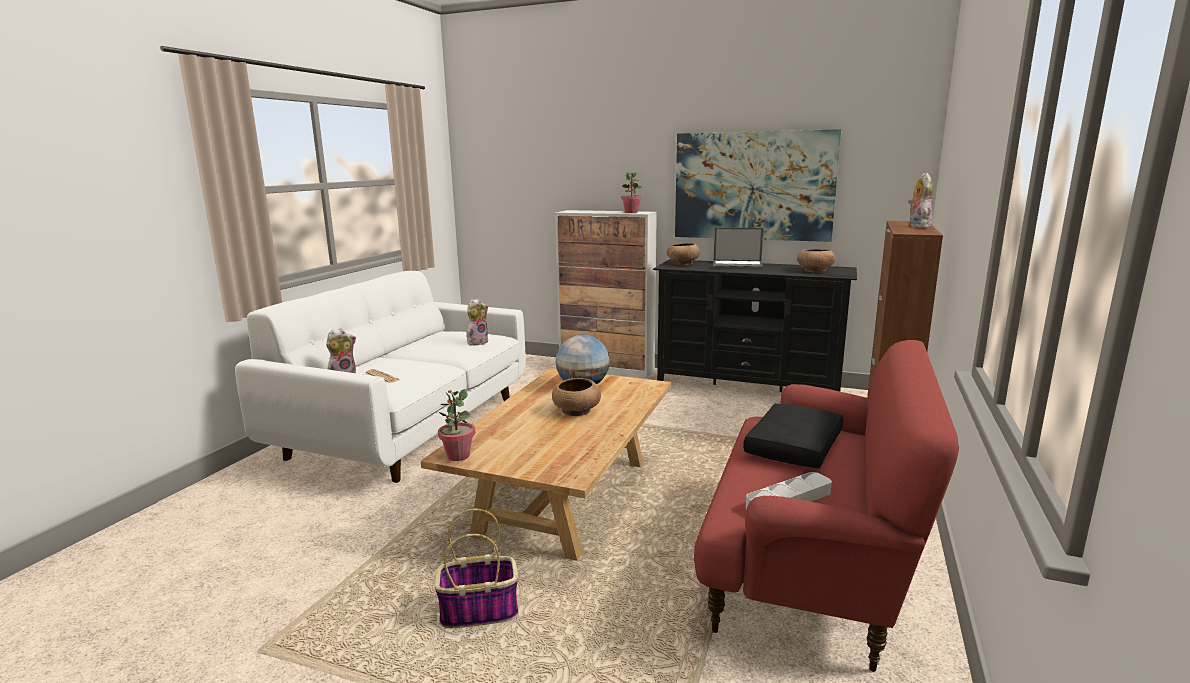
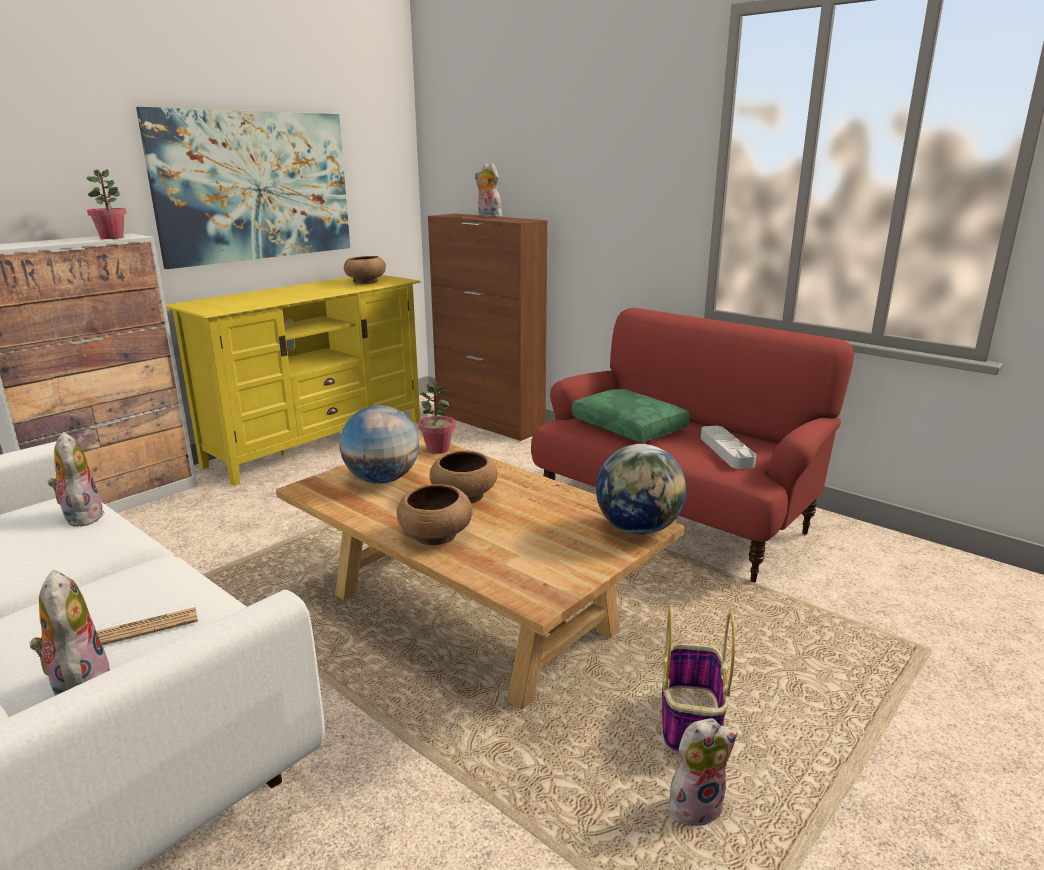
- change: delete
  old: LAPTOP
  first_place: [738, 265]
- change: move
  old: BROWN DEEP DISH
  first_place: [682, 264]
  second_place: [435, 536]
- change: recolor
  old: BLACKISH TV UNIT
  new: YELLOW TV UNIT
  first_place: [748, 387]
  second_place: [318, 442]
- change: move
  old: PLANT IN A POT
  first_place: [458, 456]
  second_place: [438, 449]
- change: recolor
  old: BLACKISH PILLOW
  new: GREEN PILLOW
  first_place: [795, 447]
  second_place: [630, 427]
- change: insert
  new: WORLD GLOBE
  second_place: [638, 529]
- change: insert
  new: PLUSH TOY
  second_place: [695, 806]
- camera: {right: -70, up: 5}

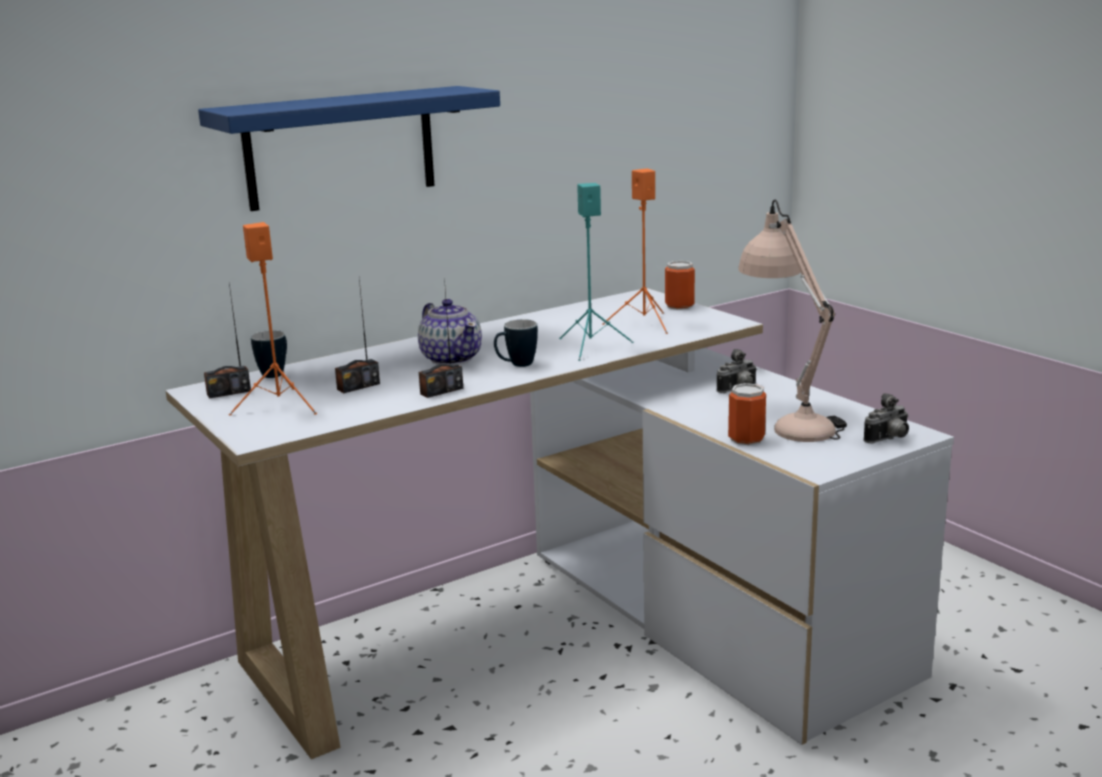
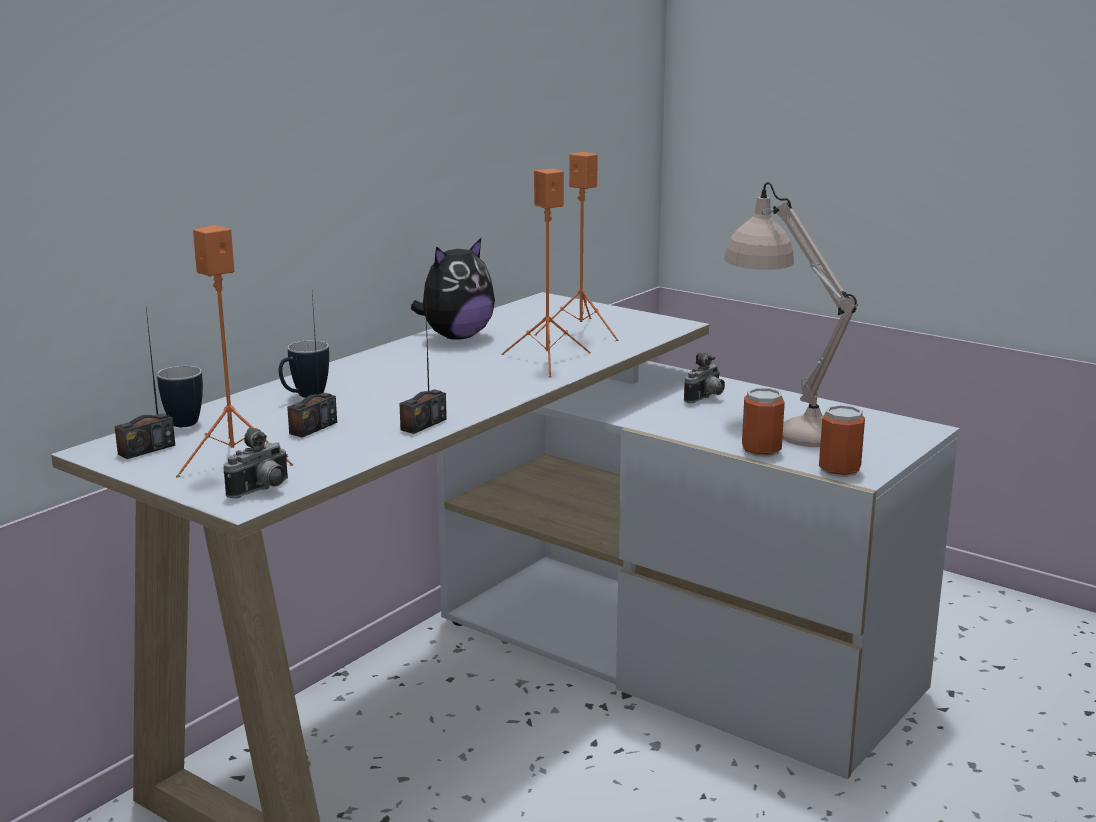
- change: delete
  old: BLUE BRACKET SHELF
  first_place: [340, 147]
- change: recolor
  old: TURQUOISE LOUDSPEAKER
  new: ORANGEY LOUDSPEAKER
  first_place: [590, 347]
  second_place: [548, 361]
- change: move
  old: CAN
  first_place: [679, 306]
  second_place: [839, 470]
- change: delete
  old: TEA POT
  first_place: [451, 358]
- change: move
  old: COFFEE MUG
  first_place: [516, 365]
  second_place: [304, 397]
- change: move
  old: PHOTO CAMERA
  first_place: [889, 439]
  second_place: [262, 490]
- change: insert
  new: PLUSH TOY
  second_place: [456, 337]
- camera: {right: -20, up: 0}

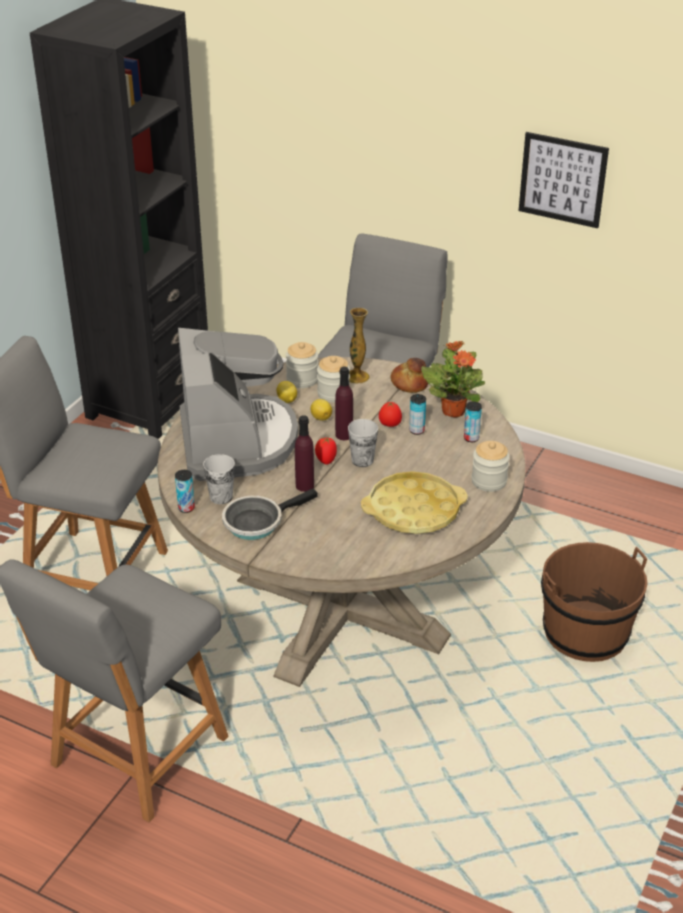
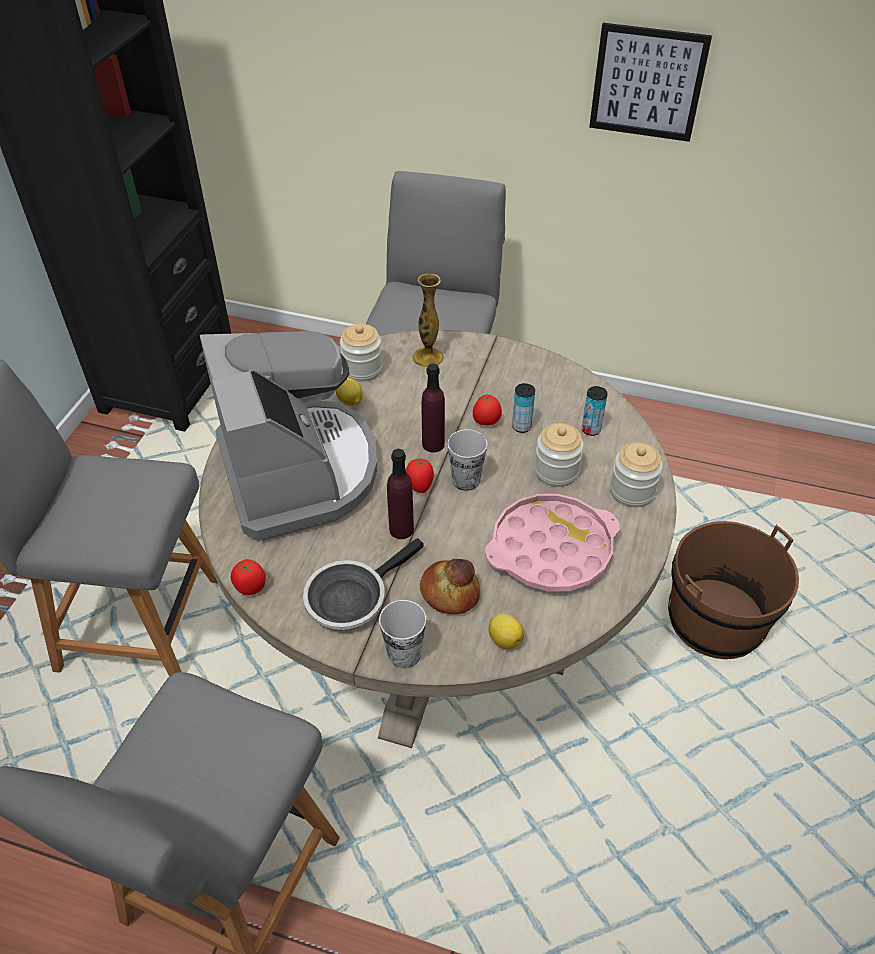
- change: delete
  old: PLANT IN A POT
  first_place: [453, 410]
- change: move
  old: STORAGE JAR
  first_place: [333, 394]
  second_place: [556, 471]
- change: move
  old: BAKED BREAD
  first_place: [409, 383]
  second_place: [450, 592]
- change: move
  old: LEMON
  first_place: [321, 417]
  second_place: [504, 639]
- change: move
  old: DRINKING CUP
  first_place: [221, 497]
  second_place: [404, 654]
- change: replace
  old: CAN
  new: WHOLE TOMATO
  first_place: [186, 508]
  second_place: [250, 588]
- change: recolor
  old: YELLOW TRAY
  new: PINKISH TRAY
  first_place: [413, 510]
  second_place: [551, 549]
- camera: {right: -10, up: 10}

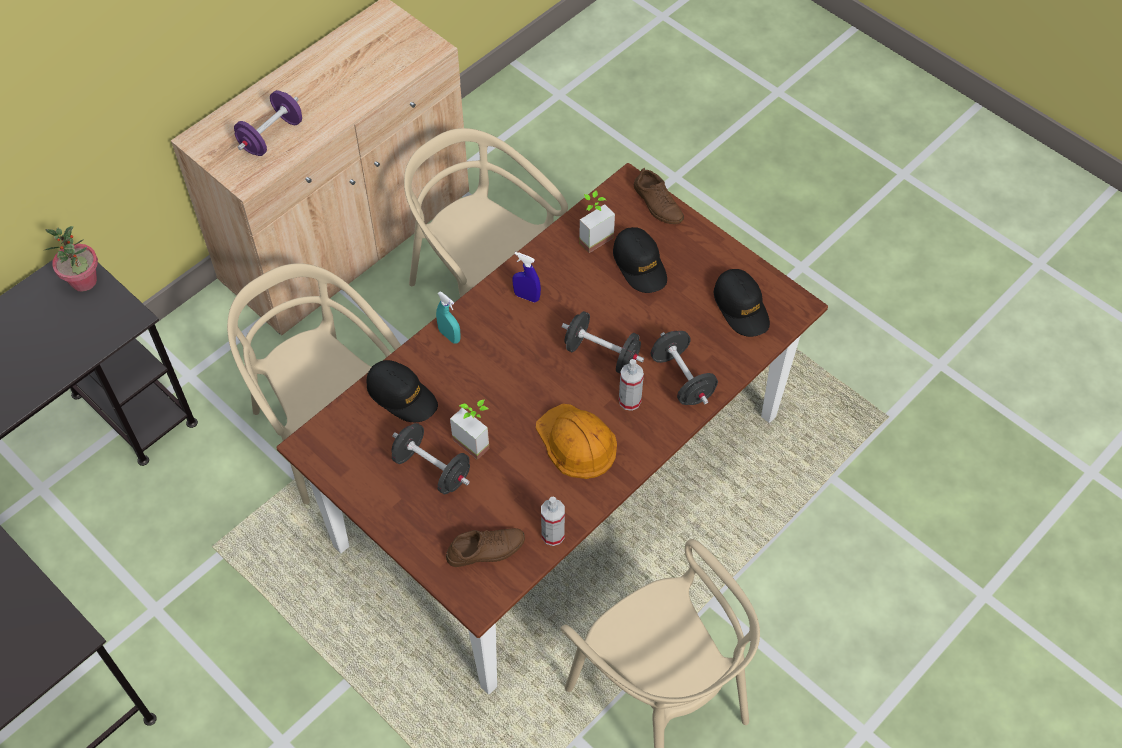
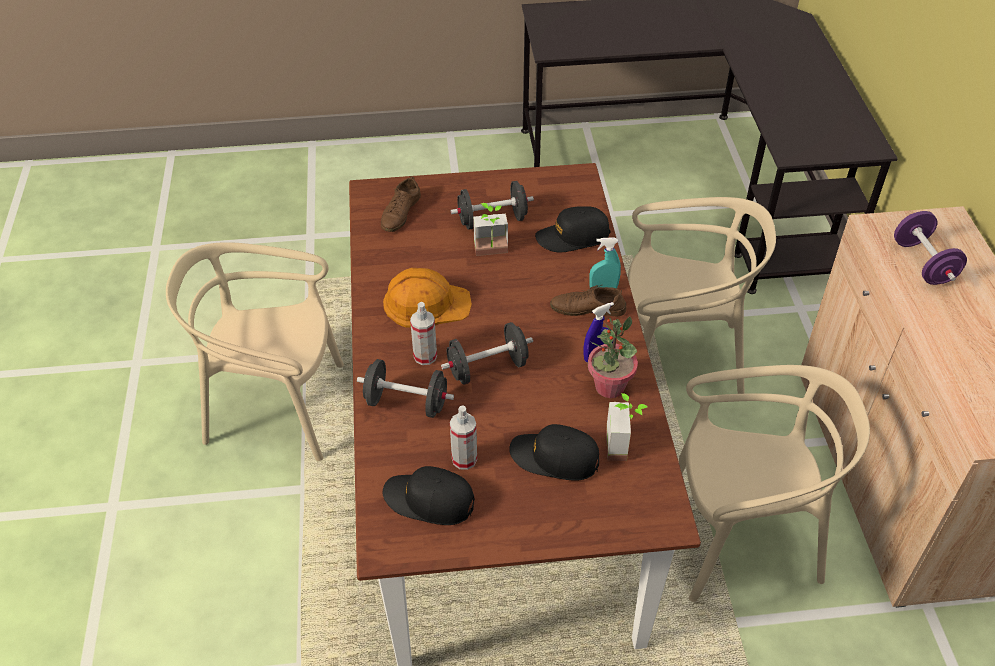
- change: move
  old: BROWN ITEM OF FOOTWEAR
  first_place: [657, 203]
  second_place: [588, 308]
- change: move
  old: PLANT IN A POT
  first_place: [84, 281]
  second_place: [609, 387]
- change: move
  old: HAND SPRAYER
  first_place: [553, 535]
  second_place: [464, 459]
- camera: {right: 130, up: -10}

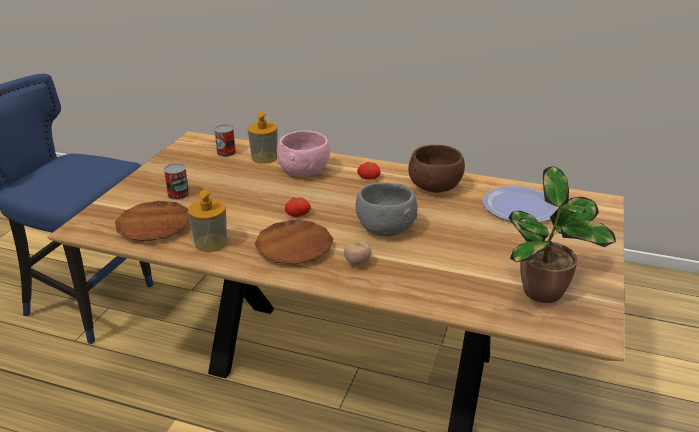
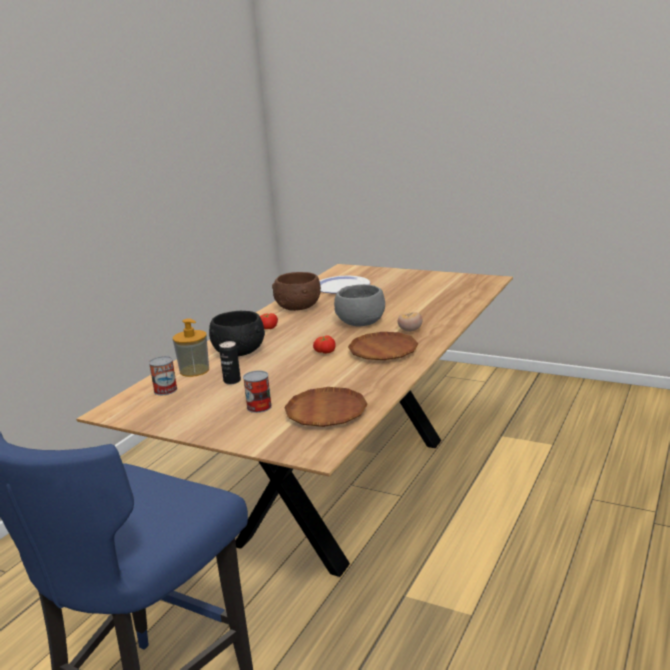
- change: recolor
  old: PINKISH DEEP DISH
  new: BLACKISH DEEP DISH
  first_place: [304, 171]
  second_place: [240, 352]
- change: delete
  old: PLANT IN A POT
  first_place: [544, 293]
- change: delete
  old: SOAP BOTTLE
  first_place: [211, 243]
- change: insert
  new: CAN
  second_place: [232, 381]
- camera: {right: -80, up: -10}

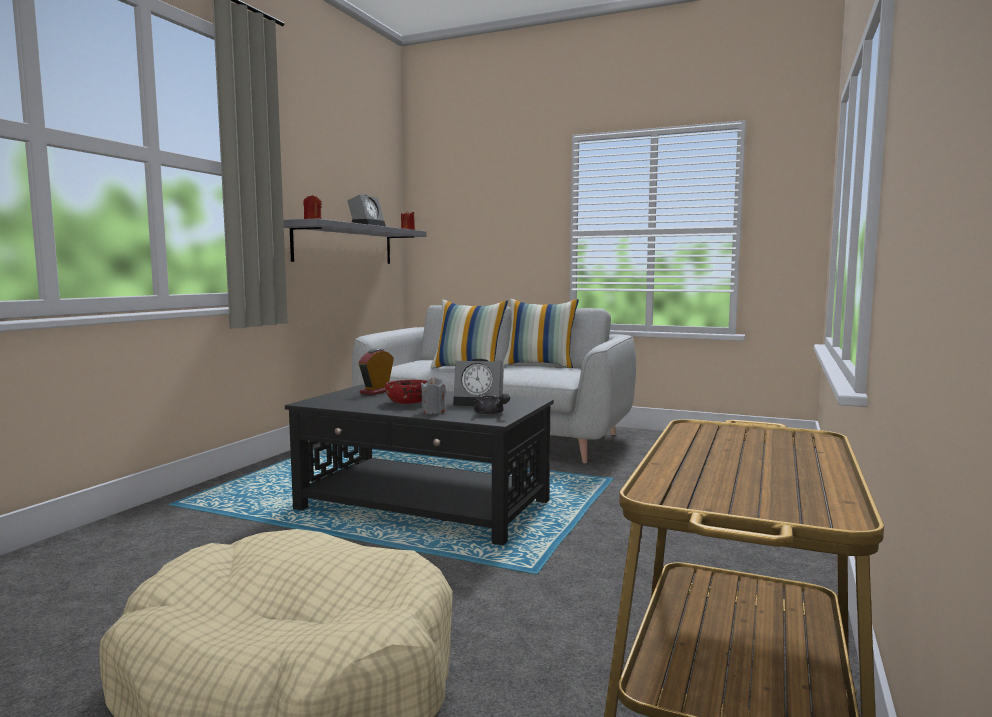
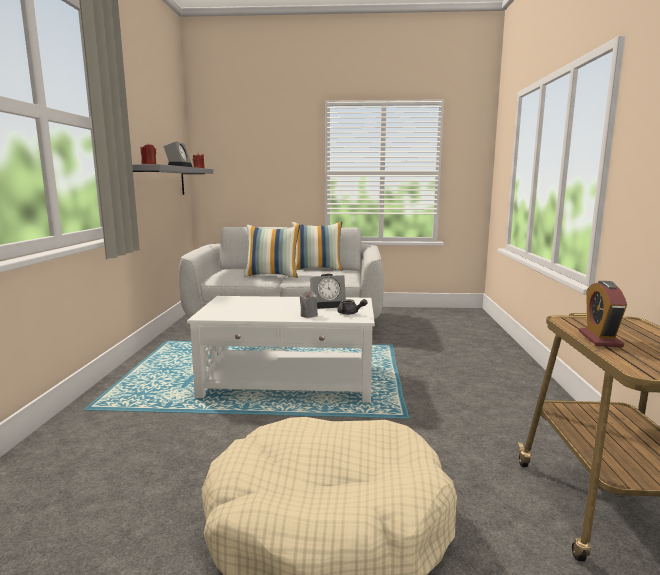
- change: move
  old: BEDSIDE CLOCK
  first_place: [377, 391]
  second_place: [600, 339]
- change: delete
  old: RED DEEP DISH
  first_place: [409, 402]
- change: recolor
  old: BLACKISH COFFEE TABLE
  new: WHITISH COFFEE TABLE
  first_place: [424, 506]
  second_place: [289, 381]
- camera: {right: -20, up: 5}

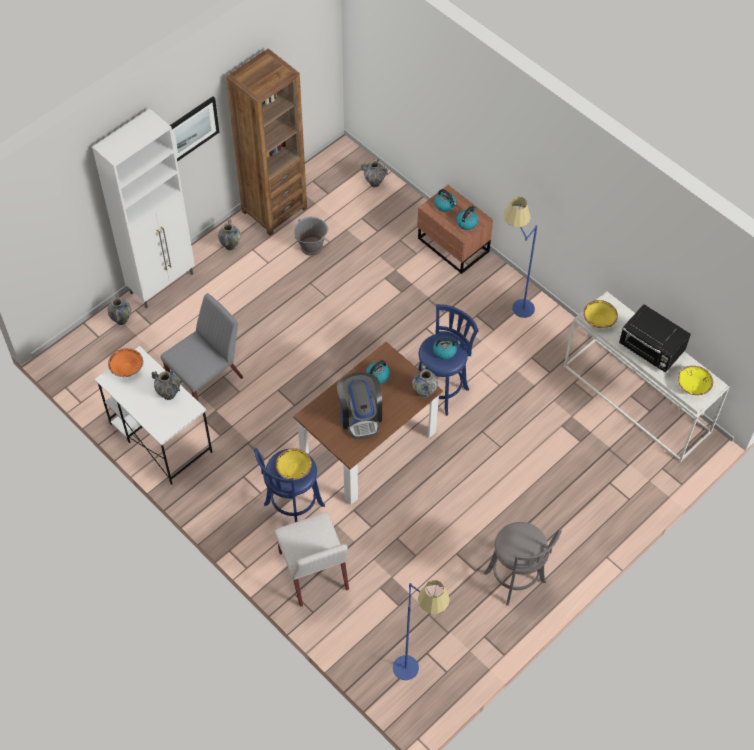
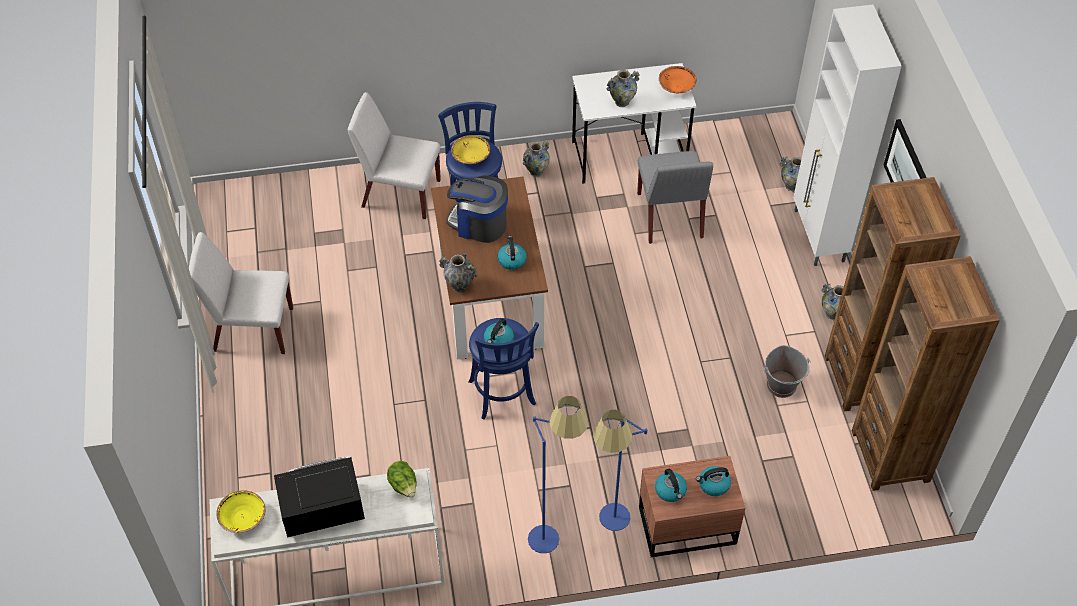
- change: move
  old: VASE
  first_place: [374, 183]
  second_place: [536, 172]
- change: replace
  old: YELLOW DEEP DISH
  new: LETTUCE
  first_place: [598, 320]
  second_place: [404, 486]
- change: replace
  old: GREY STOOL
  new: WHITISH PLAIN CHAIR
  first_place: [516, 580]
  second_place: [252, 329]
- change: move
  old: BLUE STANDARD LAMP
  first_place: [417, 664]
  second_place: [610, 529]
- change: insert
  new: BROWN BOOKCASE
  second_place: [890, 456]
- camera: {right: 125, up: -5}

